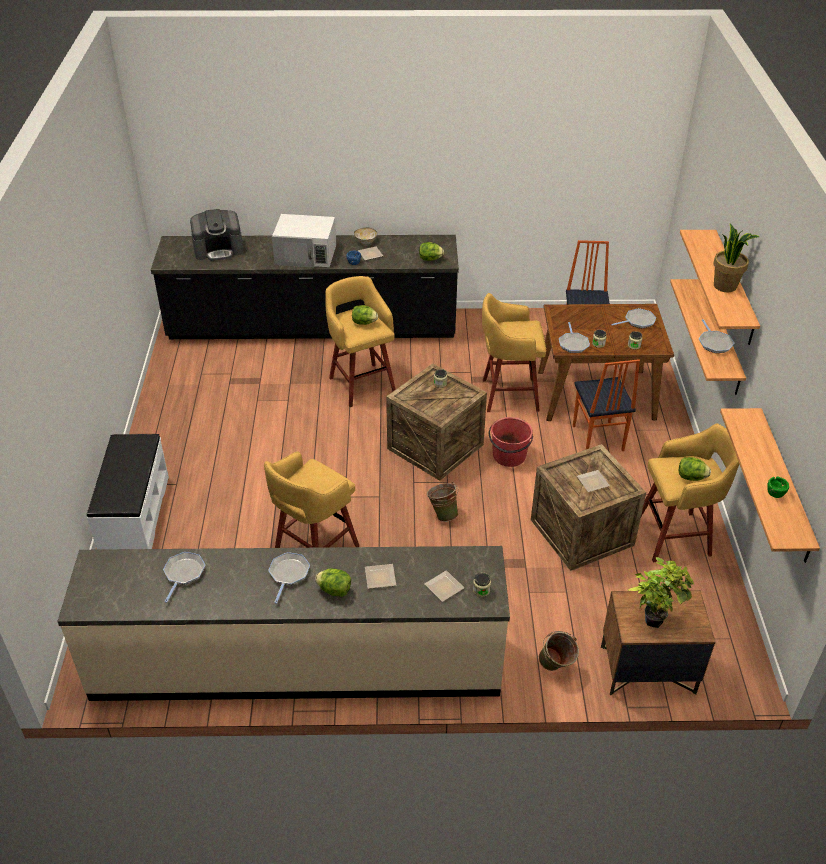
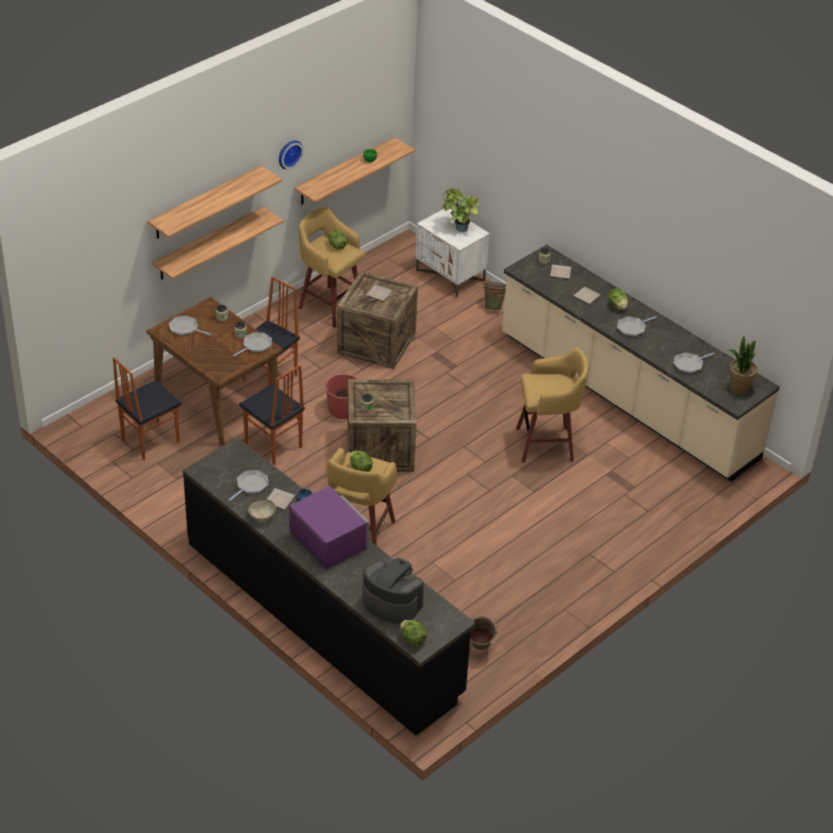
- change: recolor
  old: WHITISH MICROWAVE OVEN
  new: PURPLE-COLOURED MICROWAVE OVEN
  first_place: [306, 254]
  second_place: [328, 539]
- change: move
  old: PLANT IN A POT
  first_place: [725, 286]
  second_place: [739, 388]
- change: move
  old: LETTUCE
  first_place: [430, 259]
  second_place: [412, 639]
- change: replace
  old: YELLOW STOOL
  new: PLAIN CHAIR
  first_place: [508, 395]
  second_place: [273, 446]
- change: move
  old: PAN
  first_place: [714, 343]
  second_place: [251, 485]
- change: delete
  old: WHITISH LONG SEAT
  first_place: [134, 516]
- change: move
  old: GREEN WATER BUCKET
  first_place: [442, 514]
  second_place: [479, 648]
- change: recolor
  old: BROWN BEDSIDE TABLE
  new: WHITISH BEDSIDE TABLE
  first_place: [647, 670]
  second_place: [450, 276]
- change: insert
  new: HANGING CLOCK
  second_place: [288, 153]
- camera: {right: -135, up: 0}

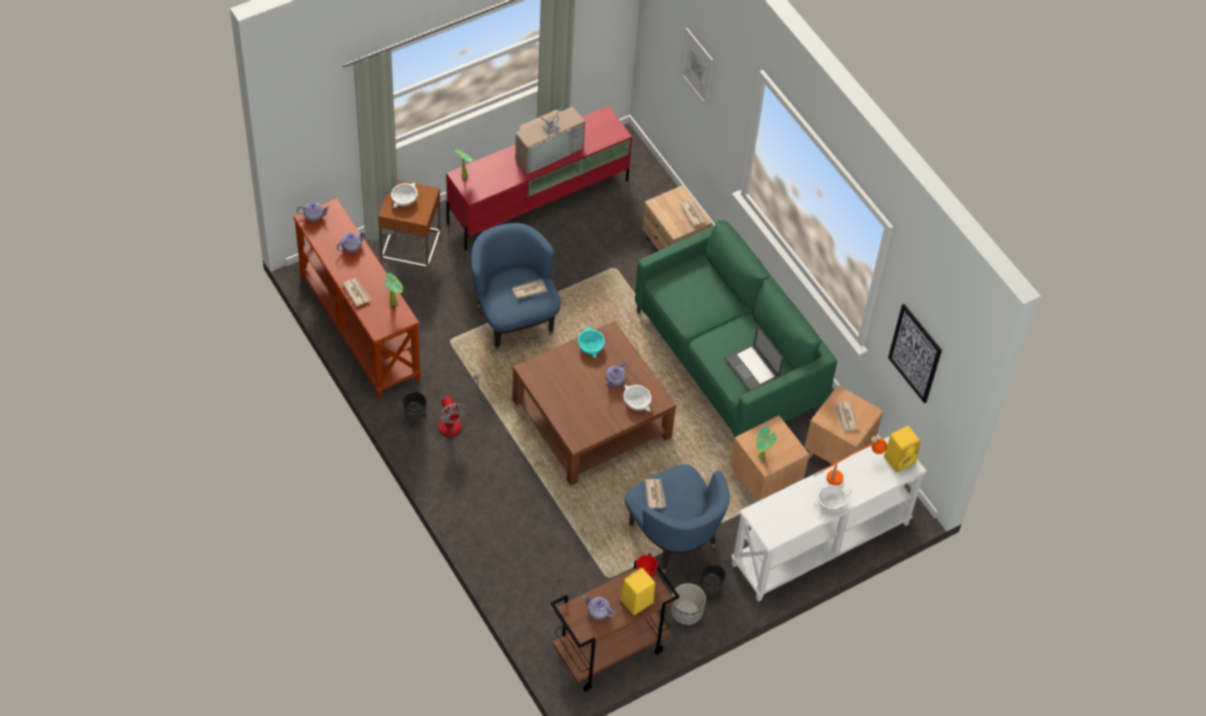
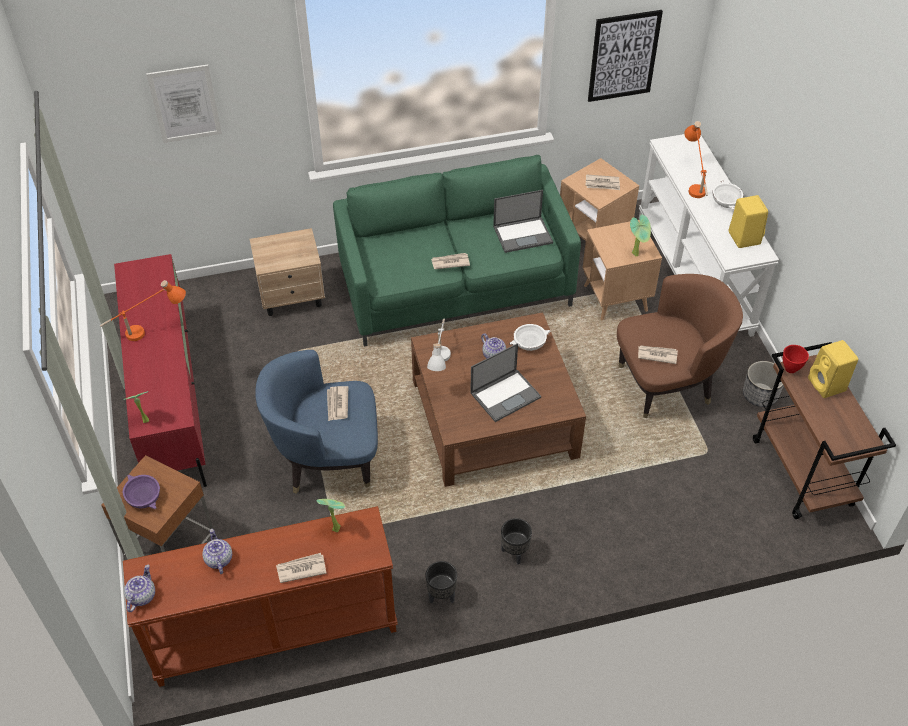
- change: replace
  old: TV SET
  new: ORANGEY TABLETOP LAMP
  first_place: [547, 150]
  second_place: [149, 331]
- change: recolor
  old: WHITISH DEEP DISH
  new: PURPLE-COLOURED DEEP DISH
  first_place: [404, 199]
  second_place: [144, 497]
- change: move
  old: NEWSPAPER
  first_place: [693, 213]
  second_place: [450, 262]
- change: replace
  old: TURQUOISE DEEP DISH
  new: WHITISH TABLETOP LAMP
  first_place: [591, 346]
  second_place: [440, 365]
- change: delete
  old: FAN
  first_place: [454, 420]
- change: move
  old: YELLOW LOUDSPEAKER
  first_place: [900, 459]
  second_place: [743, 237]
- change: recolor
  old: BLUE ARMCHAIR
  new: BROWN ARMCHAIR
  first_place: [673, 538]
  second_place: [666, 384]
- change: move
  old: BLACKISH PLANT POT
  first_place: [710, 591]
  second_place: [514, 553]
- change: delete
  old: TEA POT
  first_place: [598, 612]
- change: insert
  new: LAPTOP
  second_place: [506, 394]
- camera: {right: -70, up: -5}

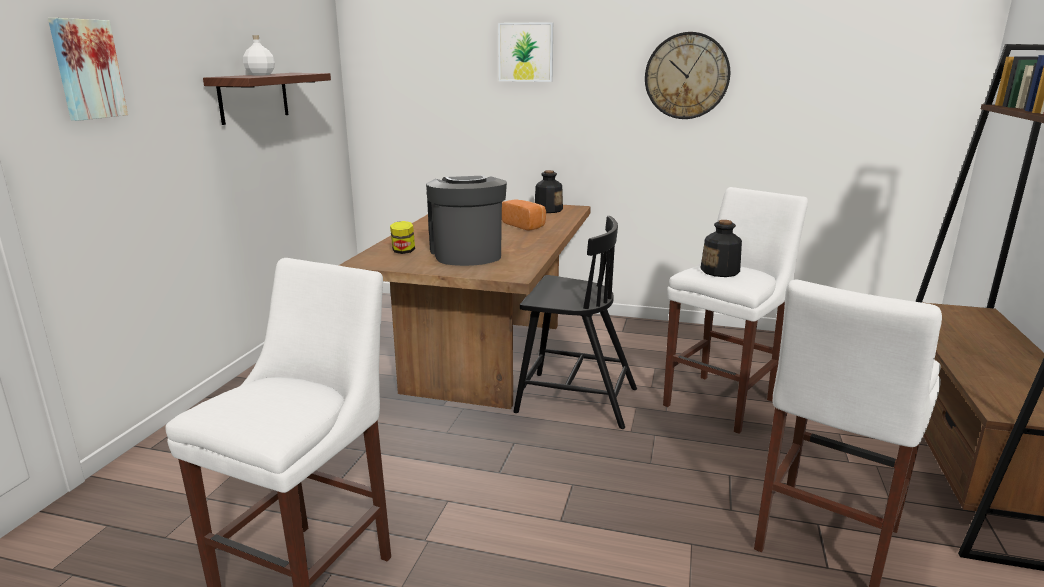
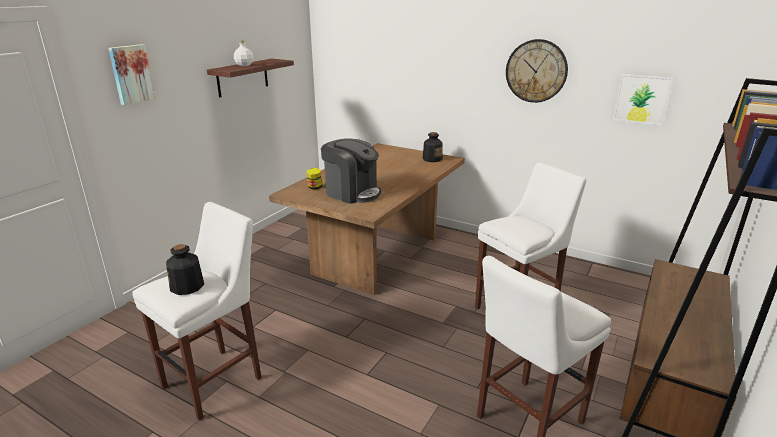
- change: move
  old: PICTURE
  first_place: [526, 52]
  second_place: [642, 99]
- change: rotate
  old: COFFEE MACHINE
  first_place: [466, 253]
  second_place: [352, 193]
  degrees: 120
- change: delete
  old: BAKED BREAD
  first_place: [525, 225]
- change: delete
  old: BLACKISH PLAIN CHAIR
  first_place: [574, 400]
- change: move
  old: BOTTLE
  first_place: [720, 271]
  second_place: [187, 286]
- camera: {right: 15, up: 5}

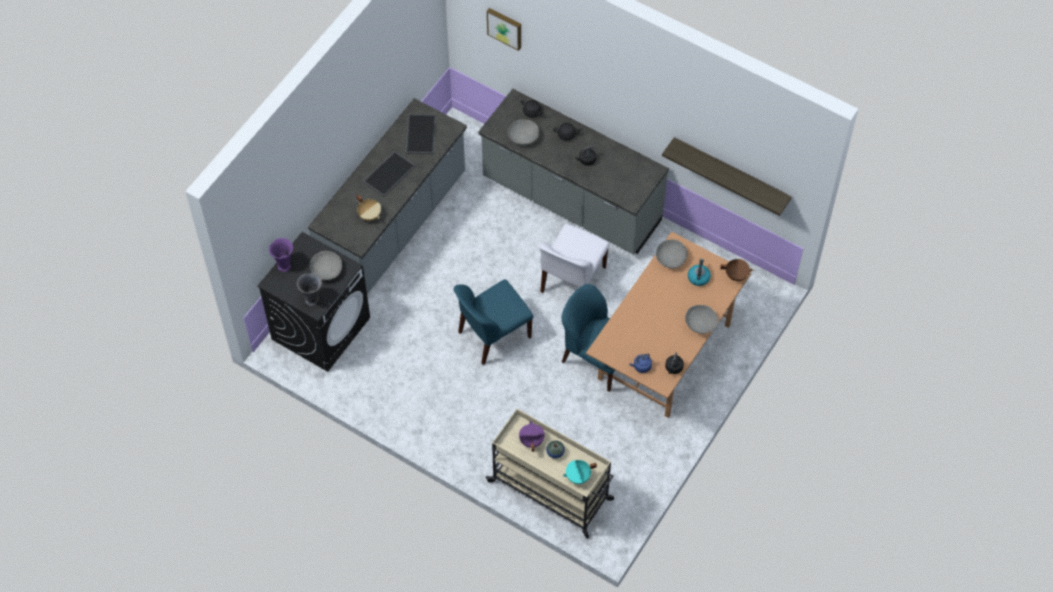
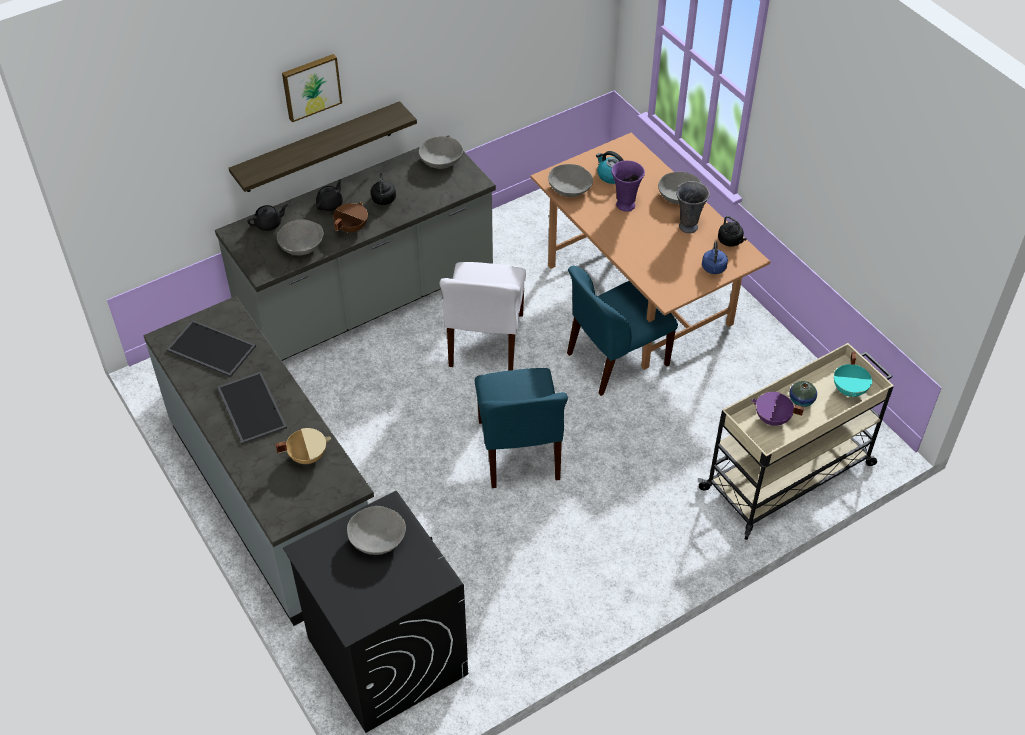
- change: move
  old: PICTURE
  first_place: [505, 28]
  second_place: [311, 86]
- change: move
  old: BRACKET SHELF
  first_place: [731, 173]
  second_place: [318, 148]
- change: rotate
  old: WHITISH PLAIN CHAIR
  first_place: [572, 280]
  second_place: [485, 342]
  degrees: 45
- change: move
  old: PURPLE-COLOURED VASE
  first_place: [284, 265]
  second_place: [625, 205]
- change: move
  old: BROWN SAUCEPOT
  first_place: [736, 275]
  second_place: [351, 227]
- change: move
  old: GREY VASE
  first_place: [312, 299]
  second_place: [688, 226]
- change: insert
  new: GREY DEEP DISH
  second_place: [441, 161]
- camera: {right: -65, up: -10}

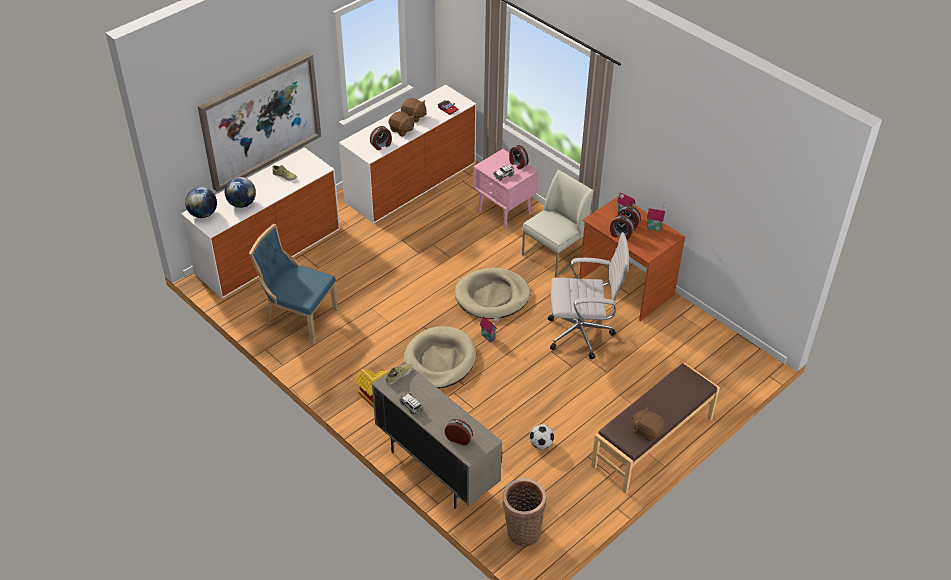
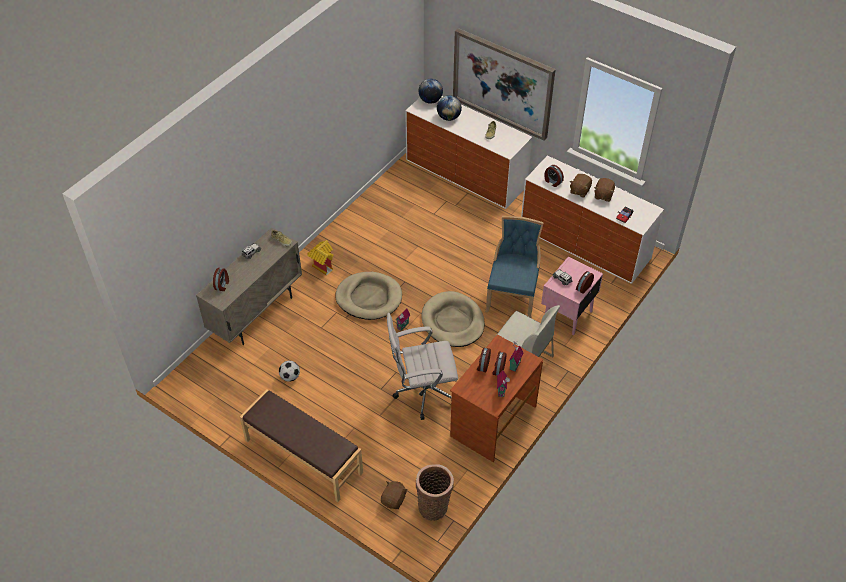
- change: move
  old: BLUE PLAIN CHAIR
  first_place: [299, 317]
  second_place: [512, 295]
- change: rotate
  old: WHITISH OFFICE CHAIR
  first_place: [582, 334]
  second_place: [422, 393]
  degrees: 90
- change: move
  old: BROWN PLUSH TOY
  first_place: [646, 431]
  second_place: [394, 500]
- change: move
  old: BASKET
  first_place: [522, 530]
  second_place: [434, 506]
- camera: {right: 80, up: 5}

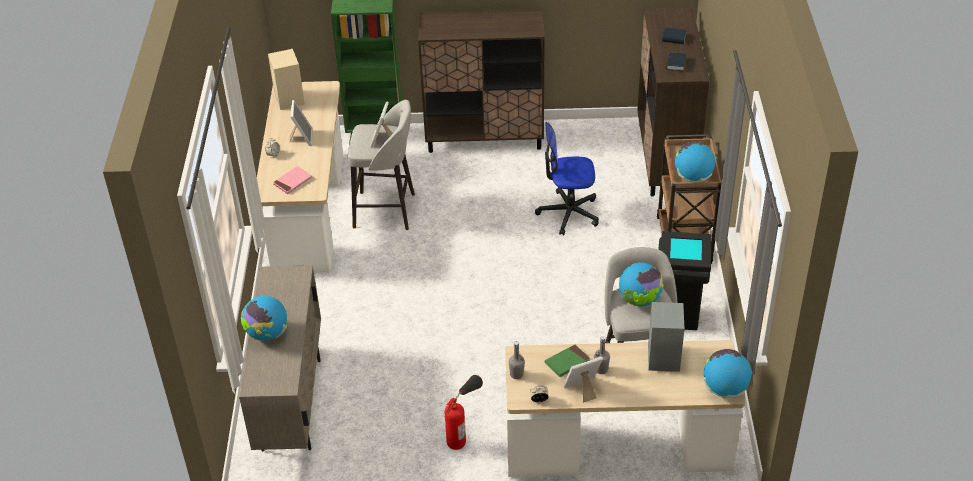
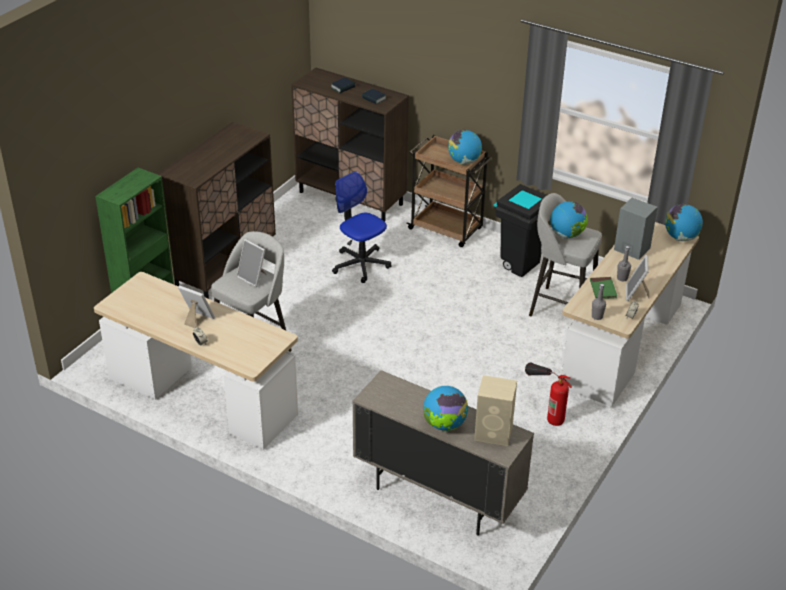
- change: move
  old: BEIGE-COLOURED LOUDSPEAKER
  first_place: [289, 100]
  second_place: [494, 433]
- change: rotate
  old: OFFICE CHAIR
  first_place: [568, 213]
  second_place: [361, 264]
  degrees: 105
- change: delete
  old: PINKISH BOUND BOOK
  first_place: [292, 181]
- camera: {right: -60, up: -5}

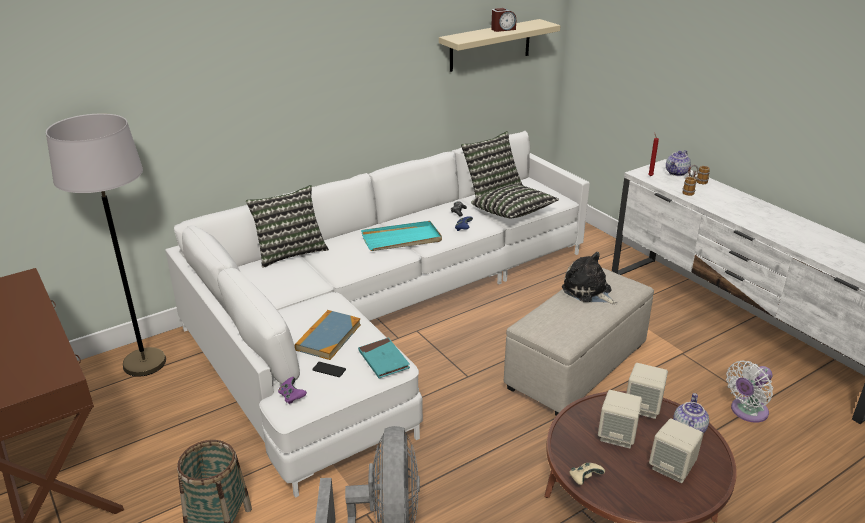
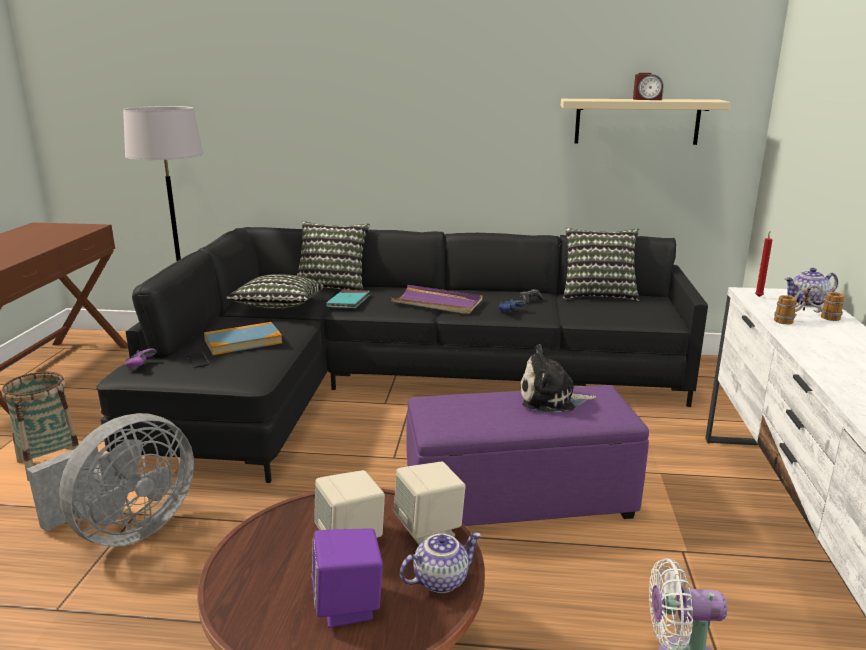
- change: recolor
  old: WHITISH COUCH
  new: BLACKISH COUCH
  first_place: [380, 317]
  second_place: [396, 383]
- change: move
  old: PILLOW
  first_place: [513, 213]
  second_place: [278, 308]
- change: recolor
  old: TURQUOISE TRAY
  new: PURPLE-COLOURED TRAY
  first_place: [402, 239]
  second_place: [437, 303]
- change: rotate
  old: PLUSH TOY
  first_place: [588, 291]
  second_place: [551, 399]
  degrees: -90
- change: recolor
  old: BEIGE-COLOURED FOOTREST
  new: PURPLE-COLOURED FOOTREST
  first_place: [575, 367]
  second_place: [517, 501]
- change: move
  old: TURQUOISE BOUND BOOK
  first_place: [383, 360]
  second_place: [348, 301]
- change: recolor
  old: BEIGE-COLOURED LOUDSPEAKER
  new: PURPLE-COLOURED LOUDSPEAKER
  first_place: [672, 468]
  second_place: [348, 606]
- change: delete
  old: BEIGE-COLOURED JOYPAD
  first_place: [584, 479]
- camera: {right: 40, up: -10}

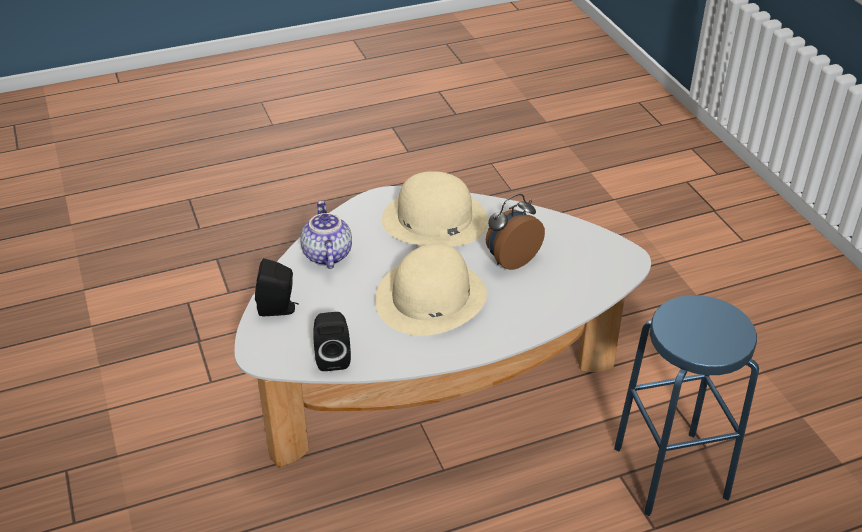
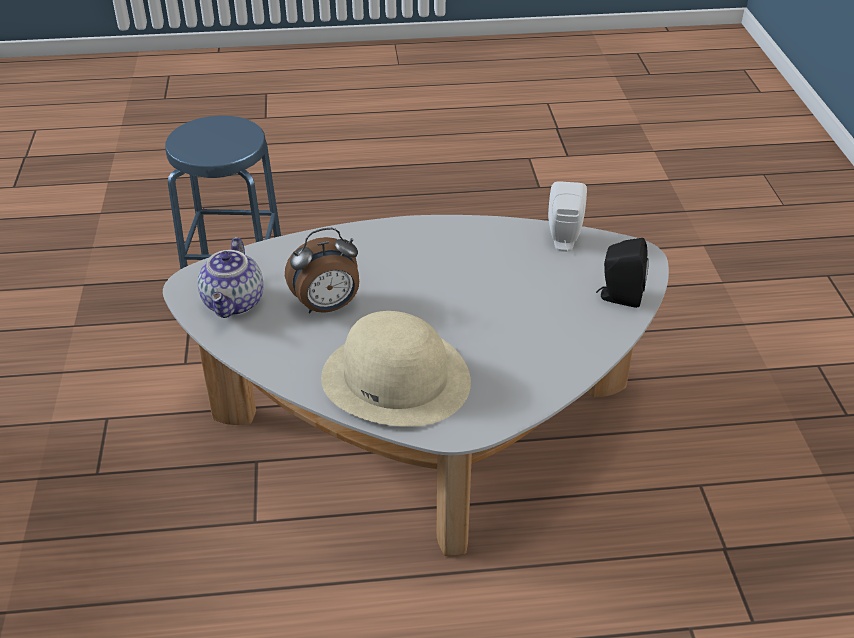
- change: move
  old: TEA POT
  first_place: [326, 255]
  second_place: [235, 303]
- change: delete
  old: BEIGE-COLOURED WEARABLE HAT
  first_place: [431, 297]
- change: recolor
  old: BLACKISH LOUDSPEAKER
  new: WHITISH LOUDSPEAKER
  first_place: [333, 357]
  second_place: [564, 241]
- camera: {right: -165, up: 0}

